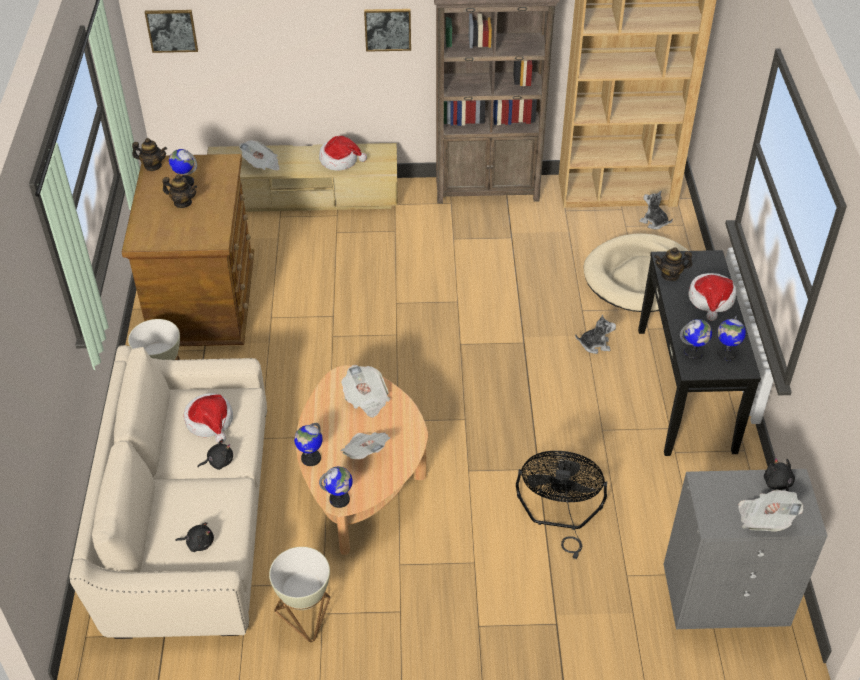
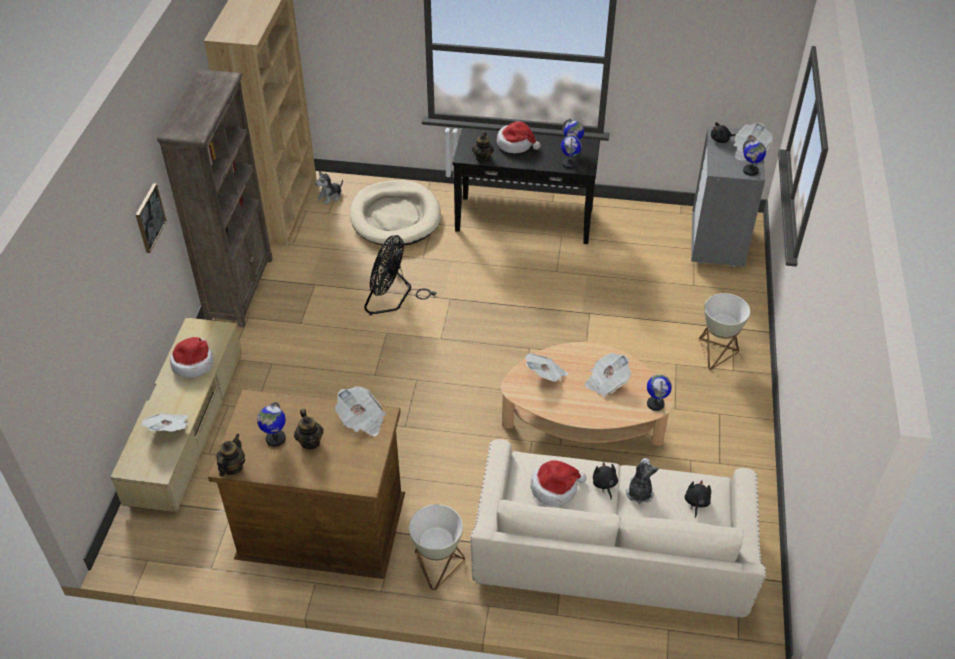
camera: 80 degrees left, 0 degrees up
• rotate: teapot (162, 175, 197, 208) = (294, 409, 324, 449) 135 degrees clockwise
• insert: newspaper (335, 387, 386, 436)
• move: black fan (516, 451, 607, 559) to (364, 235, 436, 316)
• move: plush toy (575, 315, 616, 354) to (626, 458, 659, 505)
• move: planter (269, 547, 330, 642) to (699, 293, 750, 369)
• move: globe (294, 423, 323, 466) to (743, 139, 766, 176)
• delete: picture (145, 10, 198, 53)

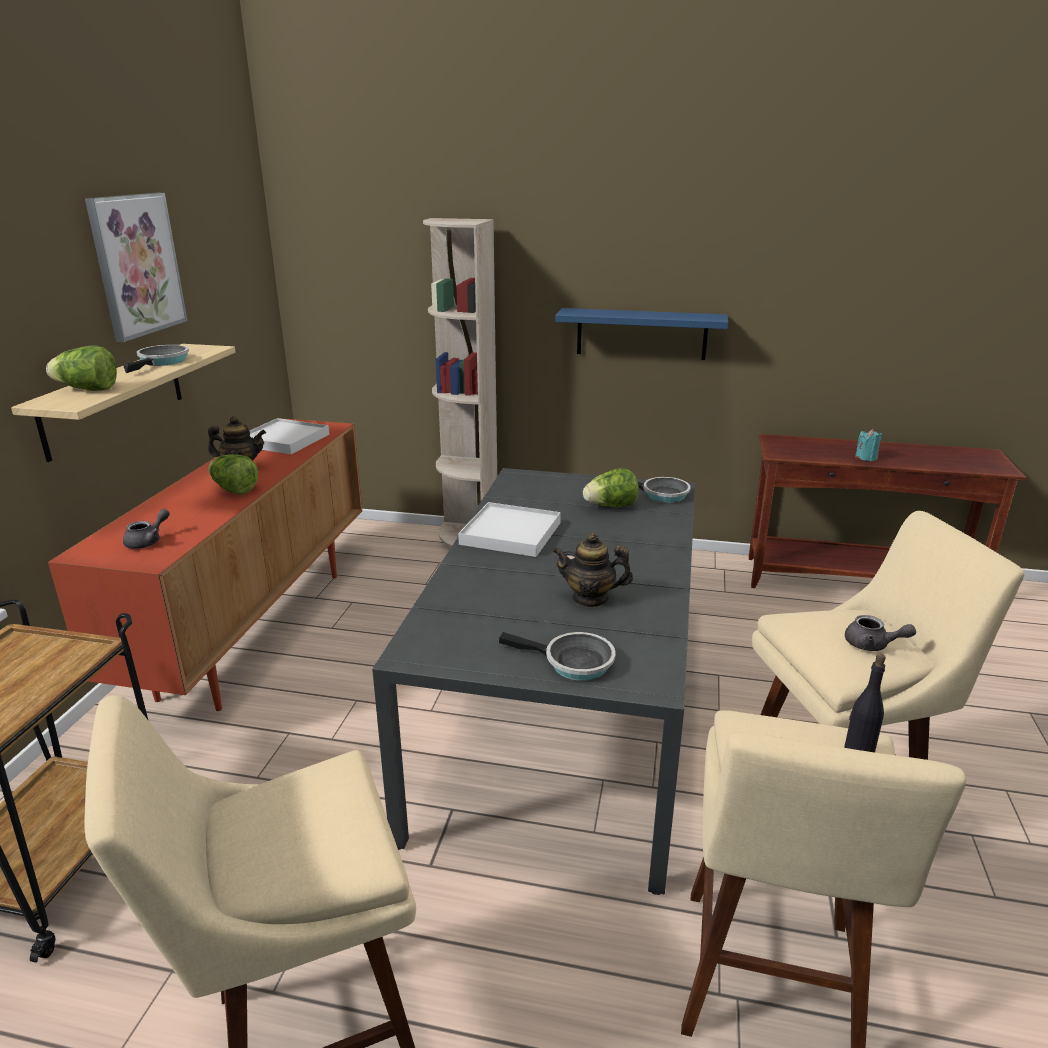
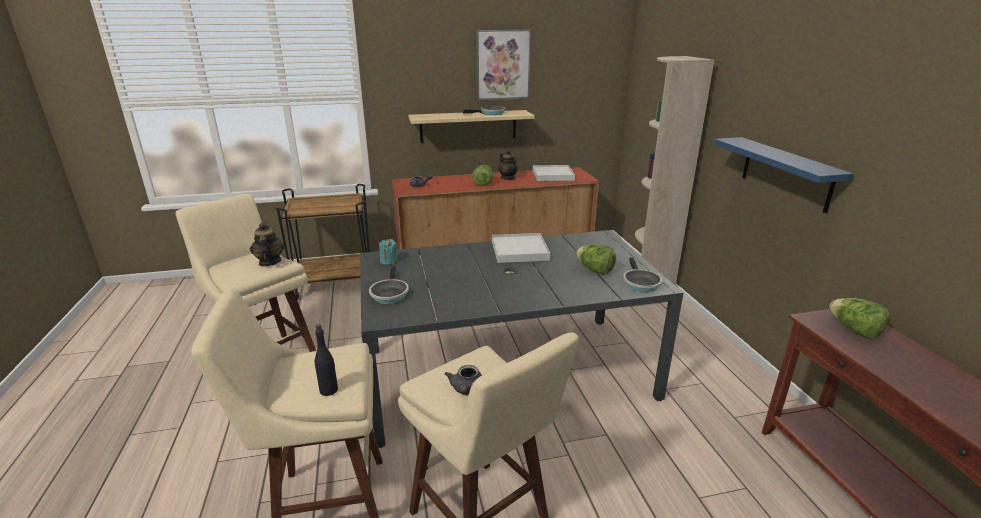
camera: 65 degrees right, 0 degrees up
• move: teapot (552, 533, 633, 608) to (250, 222, 284, 266)
• move: turquoise candle (855, 429, 882, 461) to (379, 239, 398, 265)
• move: lettuce (46, 346, 117, 391) to (829, 298, 890, 339)

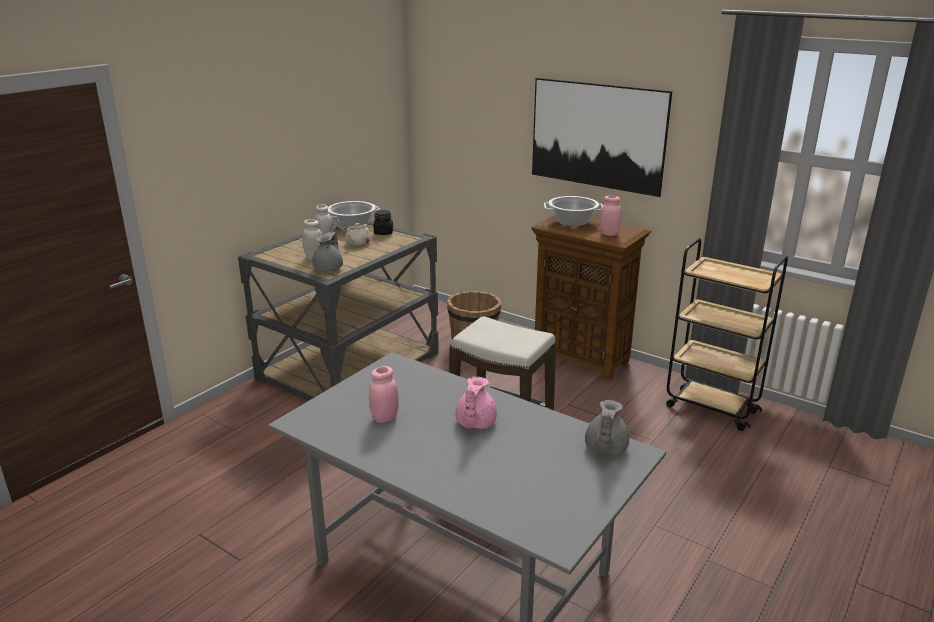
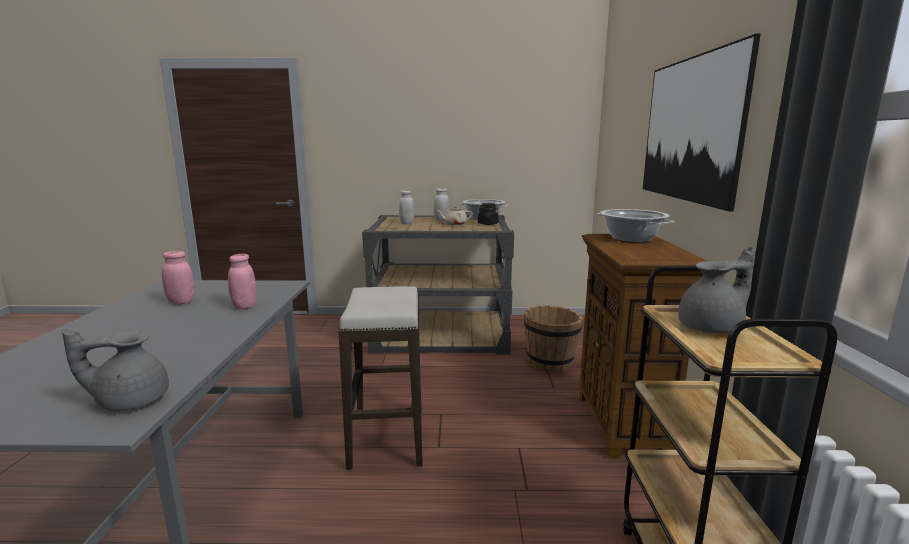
camera: 55 degrees right, 10 degrees down
• move: pink jar (600, 195, 622, 236) to (228, 254, 257, 309)
• move: grey teapot (312, 223, 343, 272) to (678, 246, 756, 333)
• delete: pink teapot (455, 377, 497, 429)

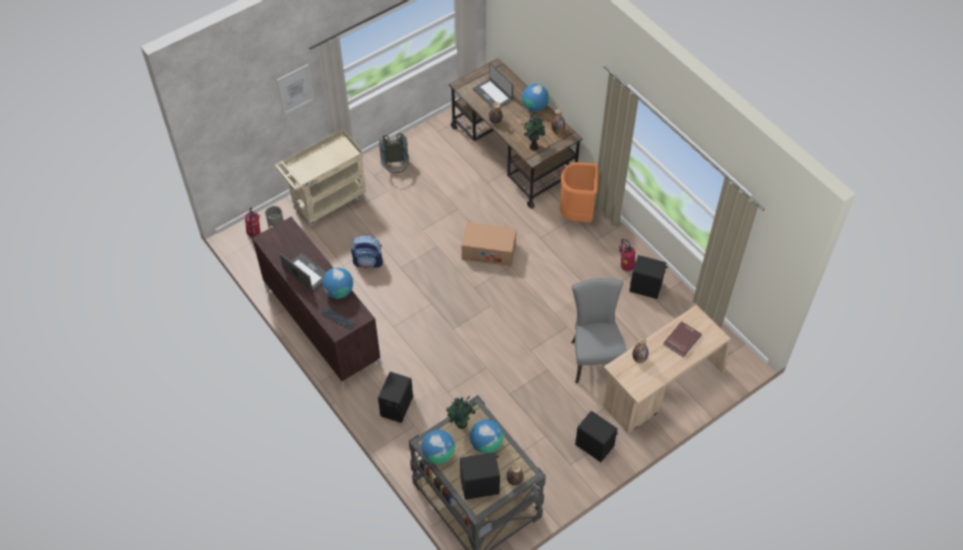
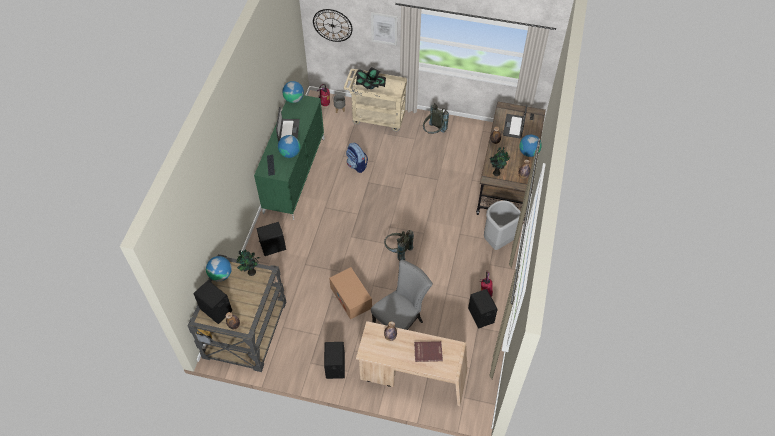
camera: 50 degrees right, 0 degrees up
• recolor: brown dresser (252, 217, 381, 389) to green dresser (254, 95, 325, 220)
• move: globe (470, 419, 503, 454) to (283, 81, 304, 103)
• insert: wall clock (313, 9, 352, 42)
• move: cardboard box (462, 222, 516, 266) to (329, 267, 372, 319)
• insert: potted plant (355, 67, 386, 89)
• insert: grey backpack (384, 230, 414, 261)
• recolor: orange trash can (560, 162, 599, 222) to grey trash can (484, 200, 521, 250)

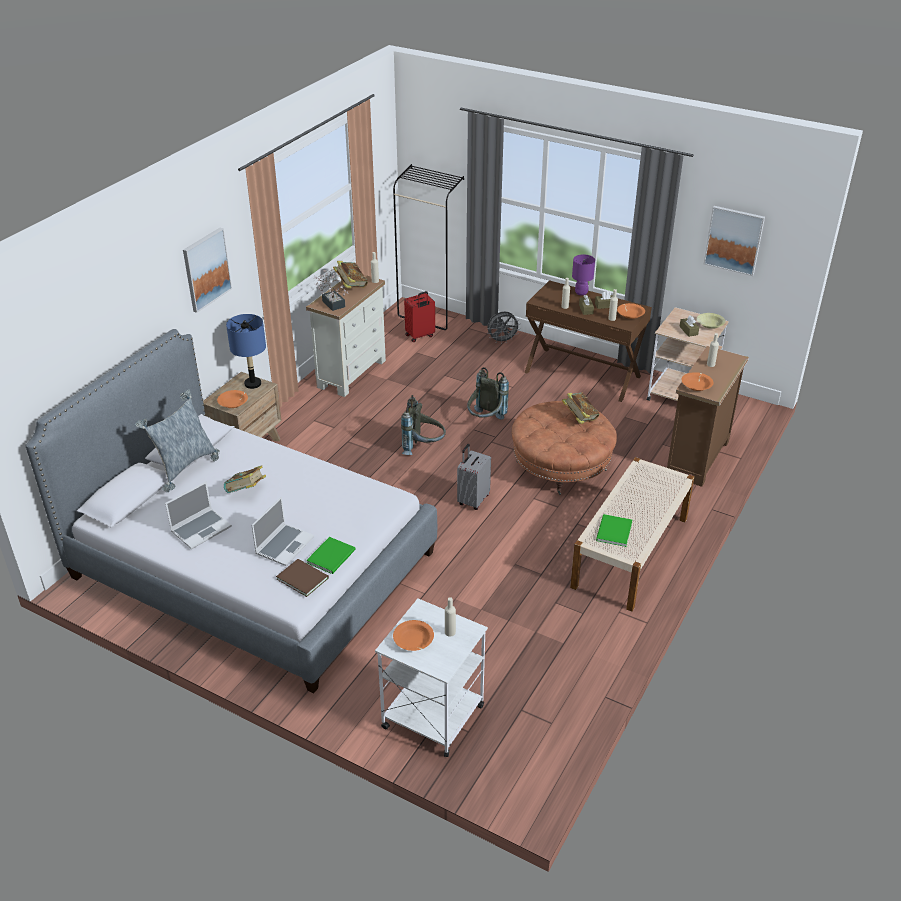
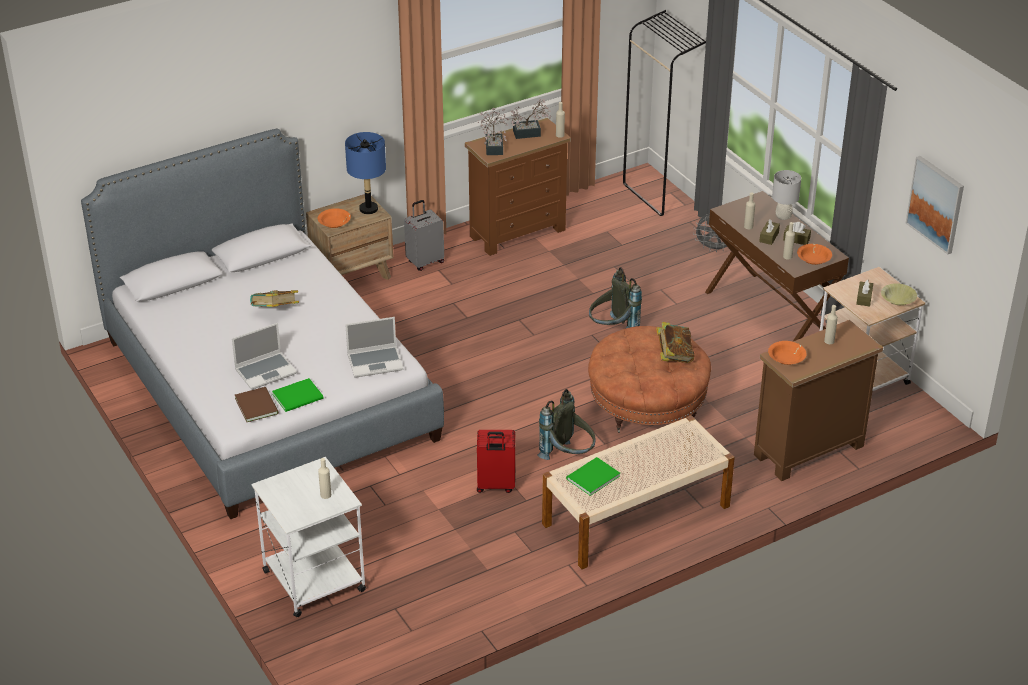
camera: 30 degrees right, 0 degrees up
• move: laptop (165, 482, 232, 549) to (345, 317, 403, 377)
• move: grey suitcase (457, 444, 491, 510) to (404, 200, 444, 271)
• recolor: white dresser (306, 275, 386, 397) to brown dresser (465, 118, 571, 256)
• move: red suitcase (404, 291, 435, 342) to (477, 430, 515, 493)
• replace: book (333, 261, 368, 288) to potted plant (507, 99, 551, 139)
• move: grey backpack (401, 395, 446, 455) to (538, 389, 595, 460)
• recolor: purple table lamp (572, 254, 595, 296) to grey table lamp (772, 170, 801, 220)
• delete: pillow (135, 389, 220, 492)
• delete: picture (183, 228, 232, 313)
• delete: orange bowl (393, 620, 434, 651)

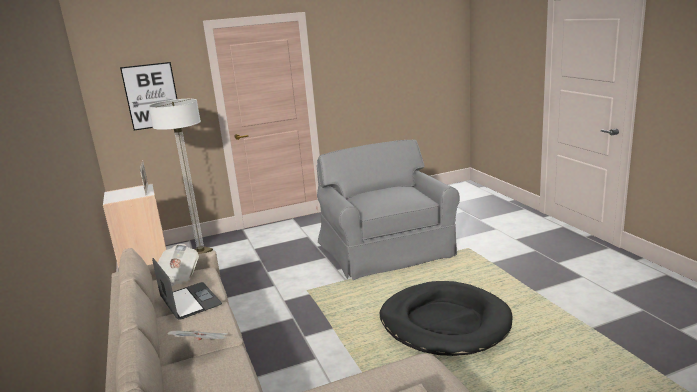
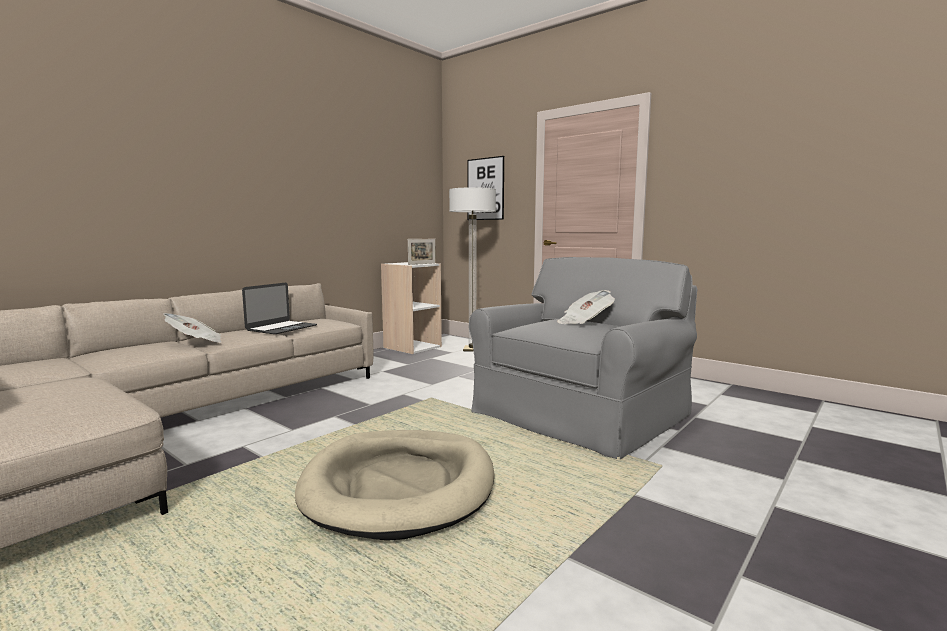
camera: 60 degrees right, 10 degrees down
• recolor: black dog bed (380, 281, 513, 356) to beige dog bed (295, 430, 494, 541)
• move: newspaper (158, 244, 199, 286) to (557, 290, 615, 324)

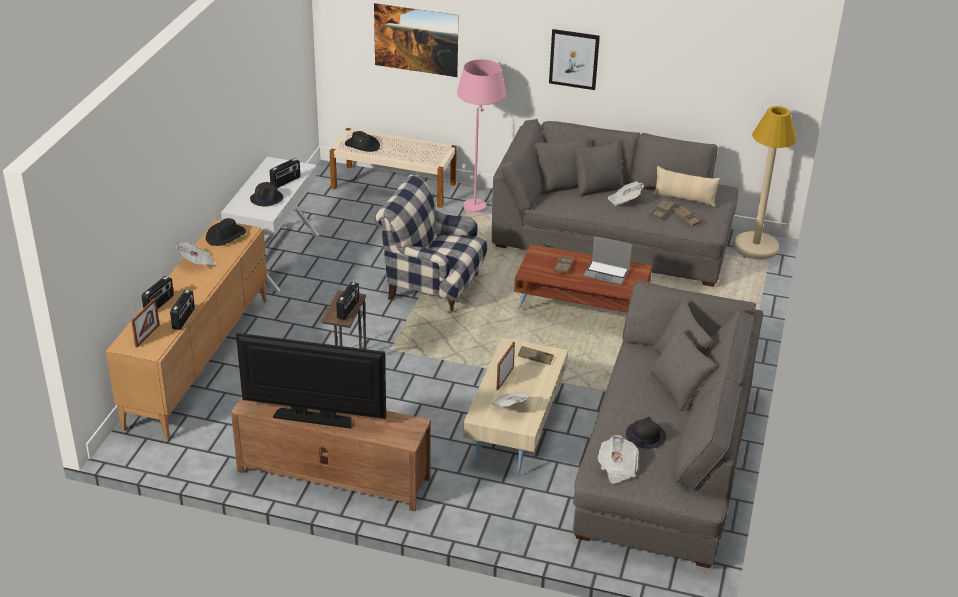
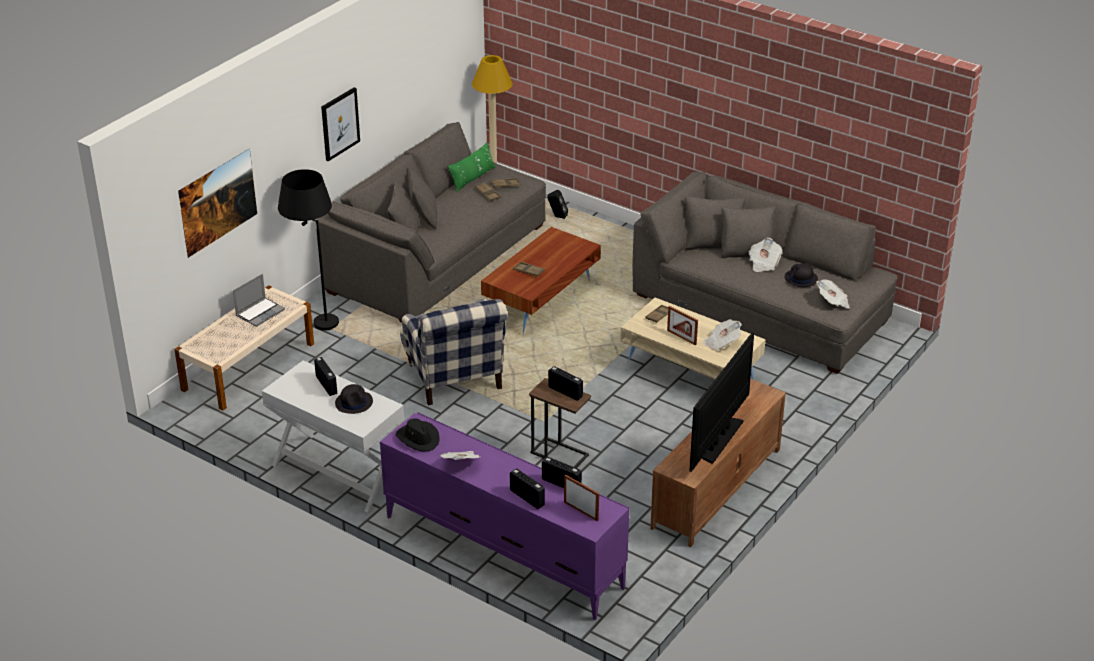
camera: 70 degrees left, 0 degrees up
• move: laptop (584, 236, 632, 285) to (233, 274, 285, 327)
• recolor: pink floor lamp (457, 59, 506, 212) to black floor lamp (278, 169, 339, 331)
• recolor: brown cabinet (106, 220, 267, 440) to purple cabinet (380, 412, 629, 620)
• rotate: armchair (375, 175, 488, 313) = (400, 299, 508, 405) 60 degrees counterclockwise
• recolor: beige pillow (653, 166, 720, 207) to green pillow (447, 142, 496, 192)
• insert: black speaker (547, 190, 568, 219)
• move: newspaper (608, 181, 644, 206) to (748, 238, 783, 272)
• delete: black hat (345, 131, 380, 152)

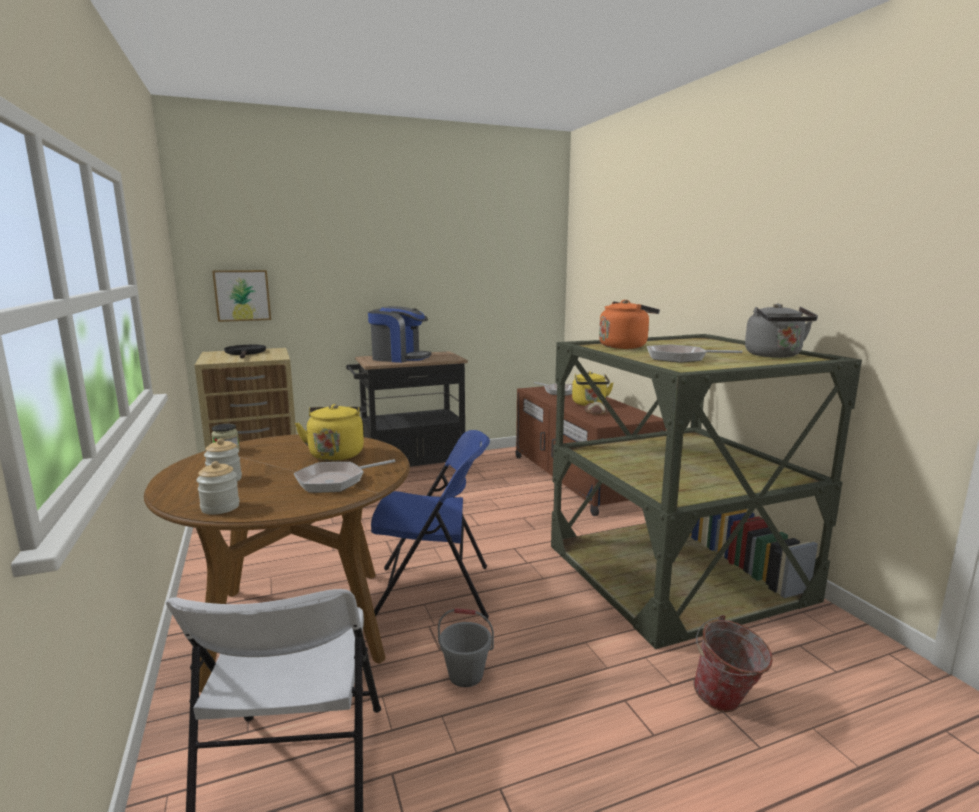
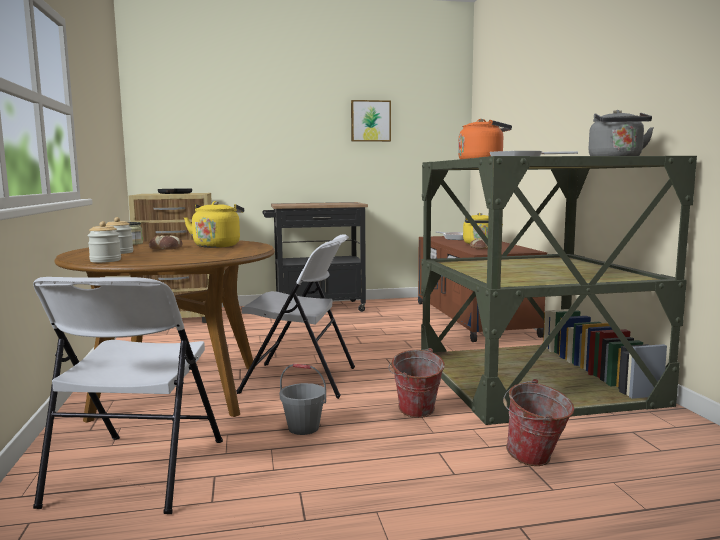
camera: 10 degrees right, 5 degrees down
• insert: bread (149, 235, 183, 250)
• recolor: blue chair (371, 430, 490, 620) to white chair (237, 234, 355, 399)
• move: picture (212, 270, 271, 322) to (351, 100, 391, 142)
• insert: bucket (388, 348, 445, 418)
• delete: frying pan (294, 459, 396, 493)
• delete: coffee machine (368, 306, 431, 363)

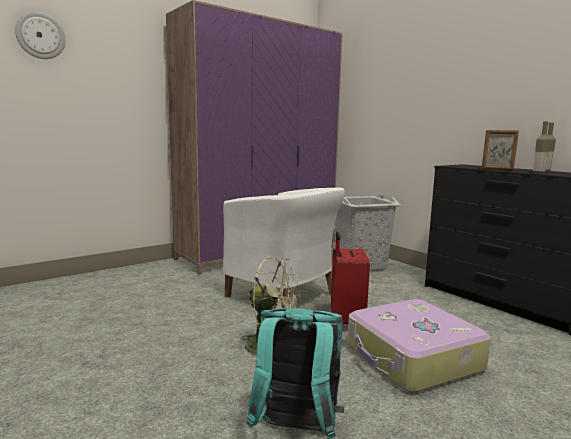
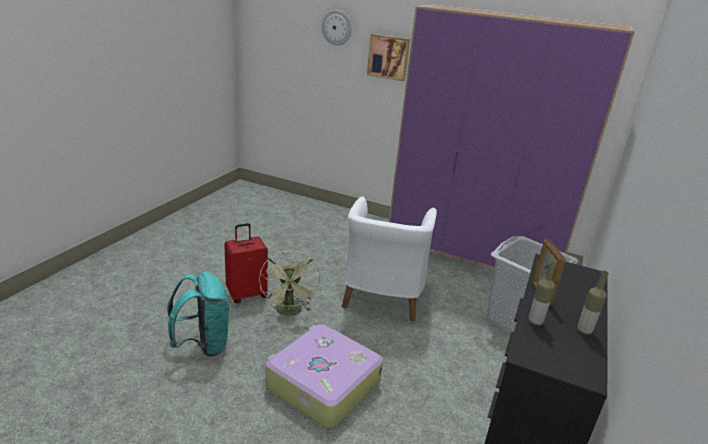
camera: 60 degrees right, 15 degrees up
• move: red suitcase (331, 232, 370, 324) to (224, 223, 268, 303)
• insert: picture (367, 34, 410, 81)

